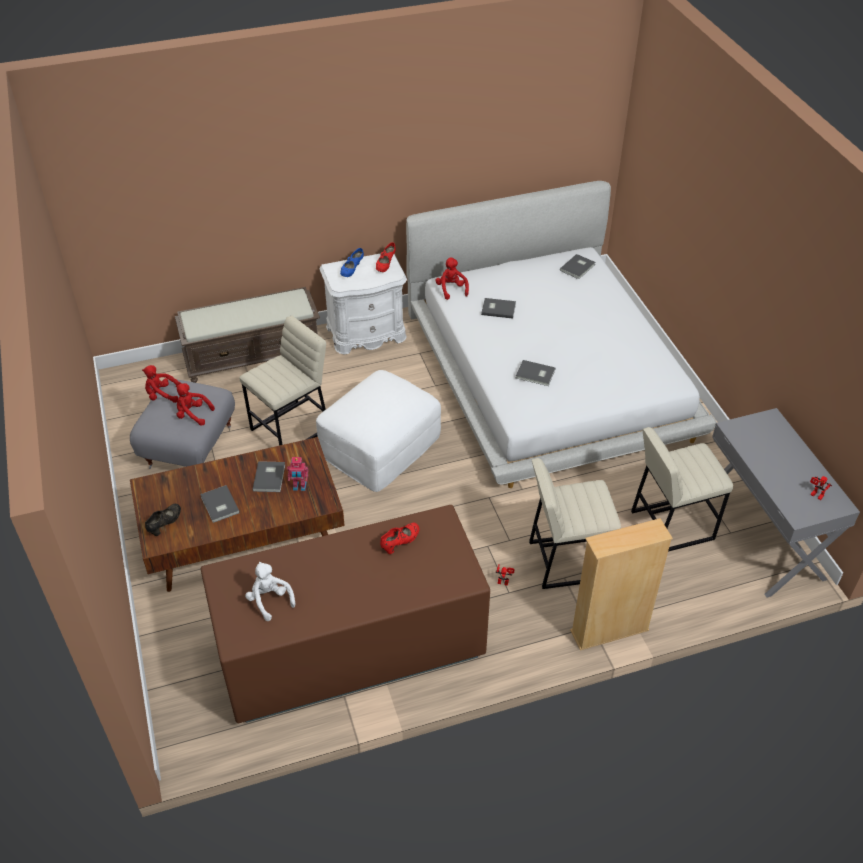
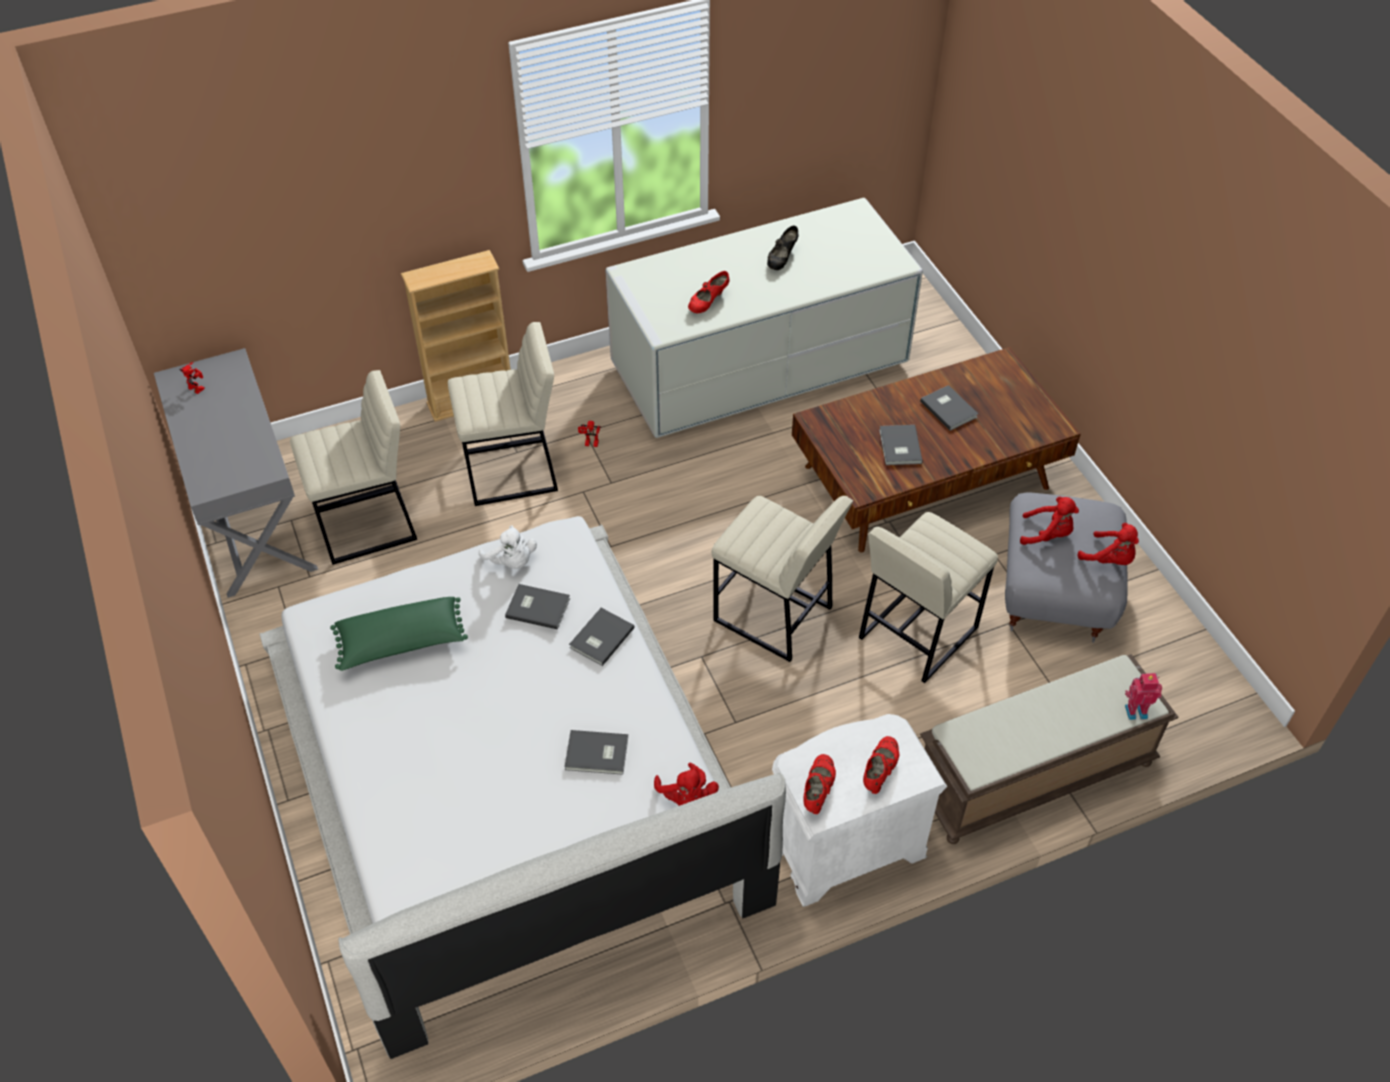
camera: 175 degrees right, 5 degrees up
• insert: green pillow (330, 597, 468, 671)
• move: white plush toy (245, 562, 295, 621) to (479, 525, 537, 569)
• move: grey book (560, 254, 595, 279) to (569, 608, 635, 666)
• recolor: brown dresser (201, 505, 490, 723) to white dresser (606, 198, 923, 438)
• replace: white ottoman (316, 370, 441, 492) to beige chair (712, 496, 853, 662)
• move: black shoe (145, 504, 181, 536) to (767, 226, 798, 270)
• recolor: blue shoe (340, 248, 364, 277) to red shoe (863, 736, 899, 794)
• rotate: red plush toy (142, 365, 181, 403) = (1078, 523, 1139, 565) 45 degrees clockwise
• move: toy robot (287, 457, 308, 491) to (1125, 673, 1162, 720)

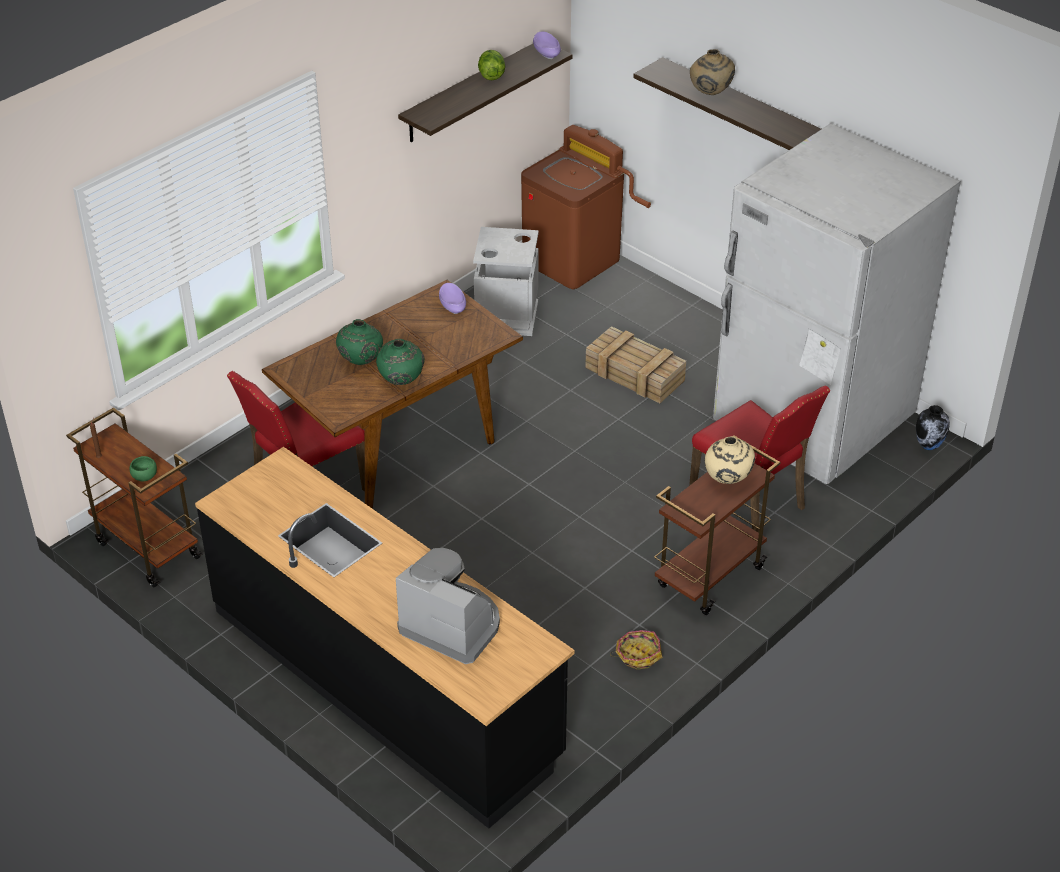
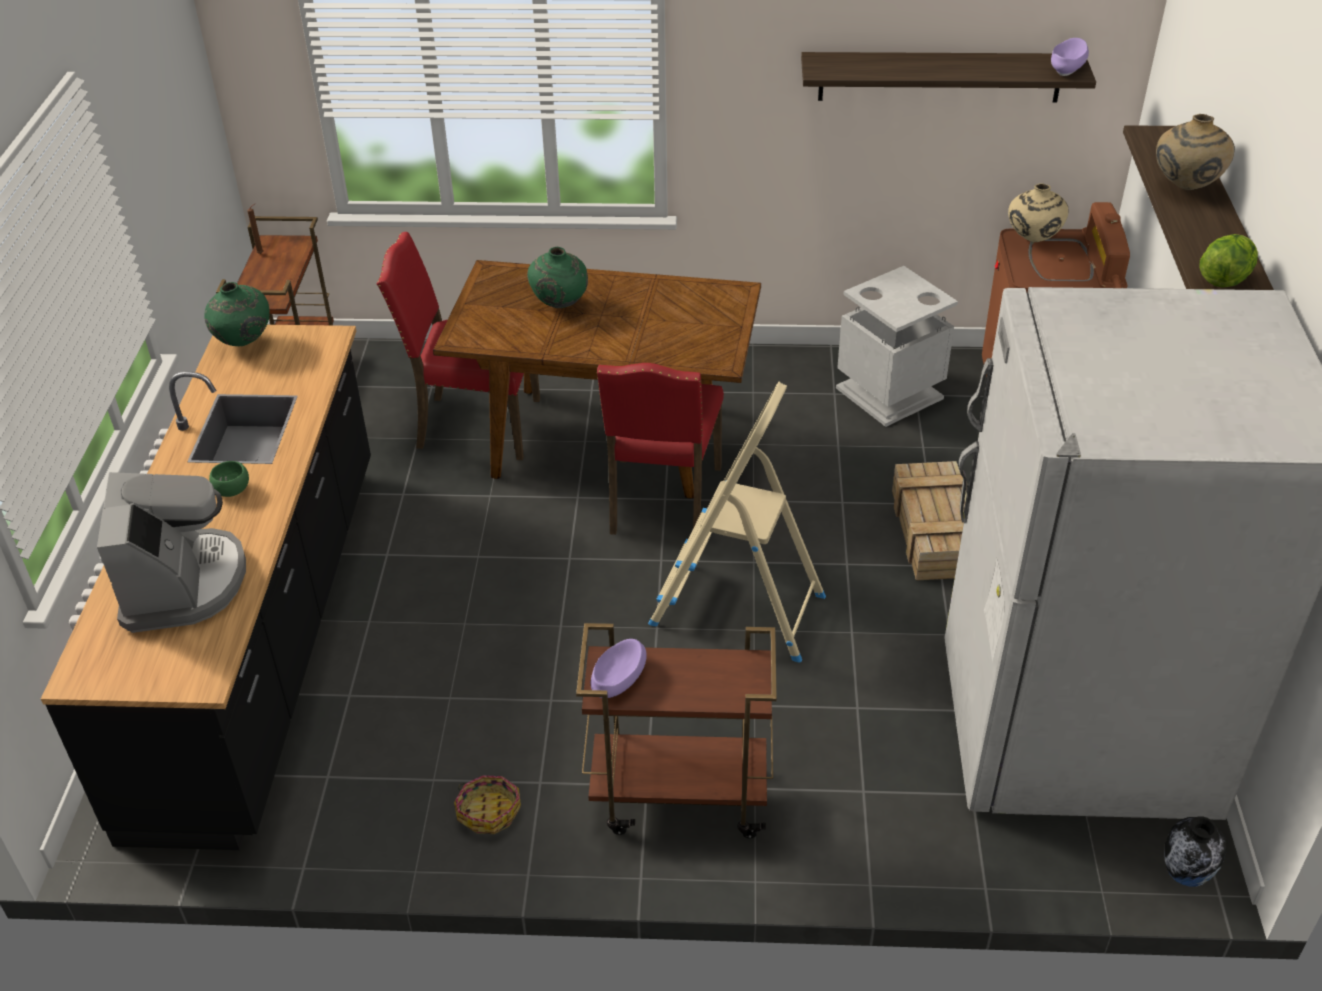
camera: 50 degrees right, 0 degrees up
• move: green vase (376, 339, 424, 385) to (204, 282, 270, 346)
• move: green bowl (130, 456, 157, 482) to (209, 461, 249, 497)
• move: purple bowl (439, 283, 466, 314) to (591, 639, 647, 698)
• move: red chair (689, 385, 830, 533) to (597, 363, 724, 535)
• insert: beige step ladder (648, 382, 826, 662)
• move: beige vase (704, 436, 755, 484) to (1008, 183, 1068, 242)
• move: lettuce (478, 50, 505, 80) to (1199, 234, 1258, 288)

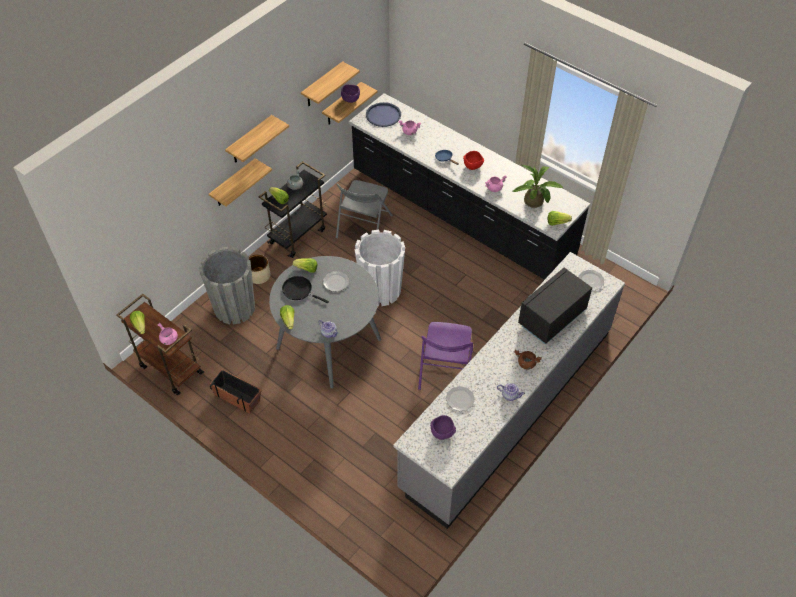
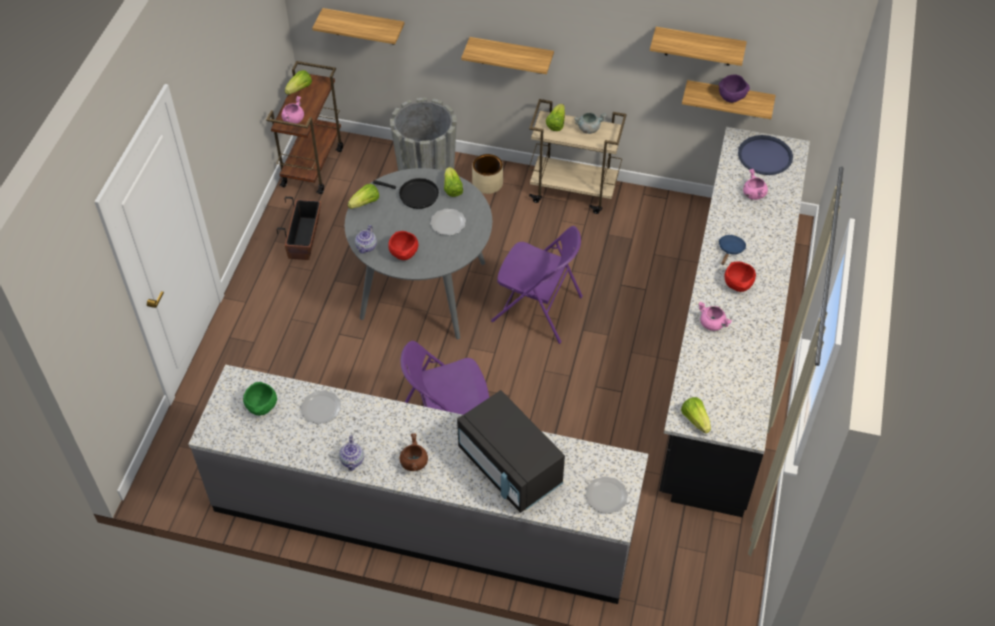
camera: 65 degrees right, 0 degrees up
• recolor: purple bowl (430, 415, 456, 440) to green bowl (243, 382, 277, 416)
• move: shelf (225, 115, 289, 163) to (312, 8, 404, 45)
• rotate: black frying pan (282, 276, 329, 303) = (373, 178, 439, 209) 105 degrees clockwise
• insert: red bowl (388, 231, 418, 260)
• rotate: black microwave (518, 267, 592, 345) = (457, 390, 565, 513) 150 degrees counterclockwise
• replace: white planter (354, 229, 405, 306) to purple chair (491, 226, 583, 344)
• recolor: black cart (258, 161, 327, 258) to beige cart (528, 99, 627, 214)
• delete: grey chair (336, 180, 393, 238)
• delete: potted plant (513, 165, 564, 208)

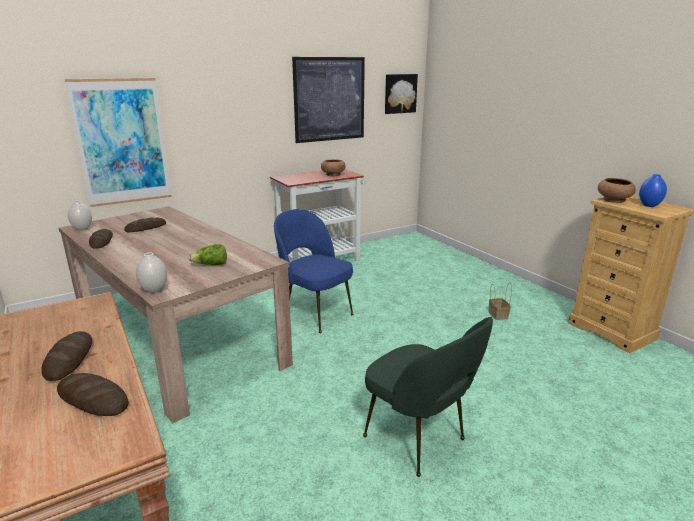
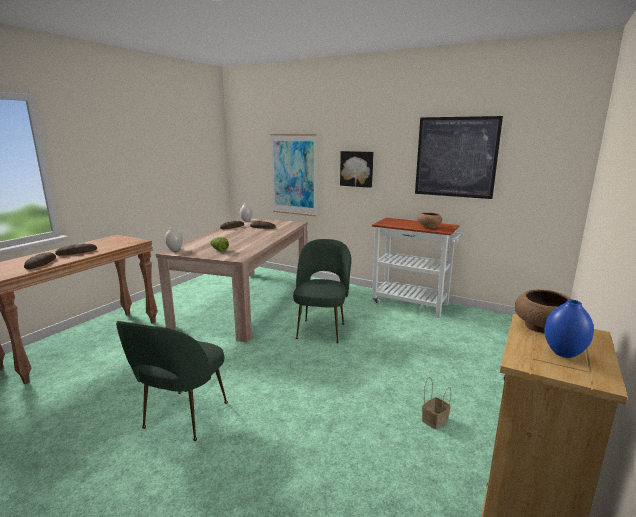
camera: 60 degrees right, 5 degrees down
• recolor: blue chair (274, 209, 354, 333) to green chair (293, 239, 351, 343)
• move: picture (385, 74, 418, 114) to (340, 151, 374, 188)

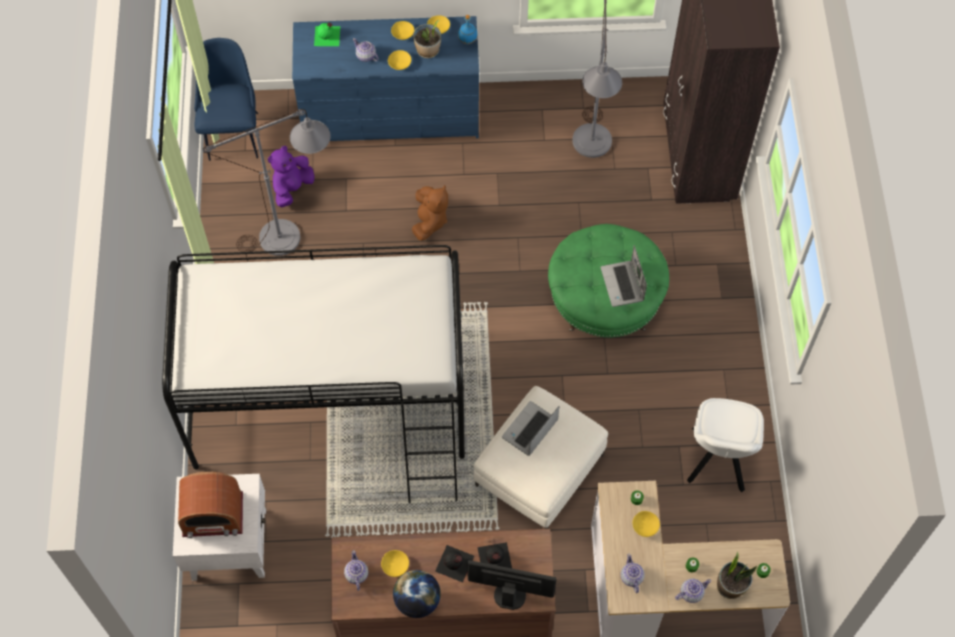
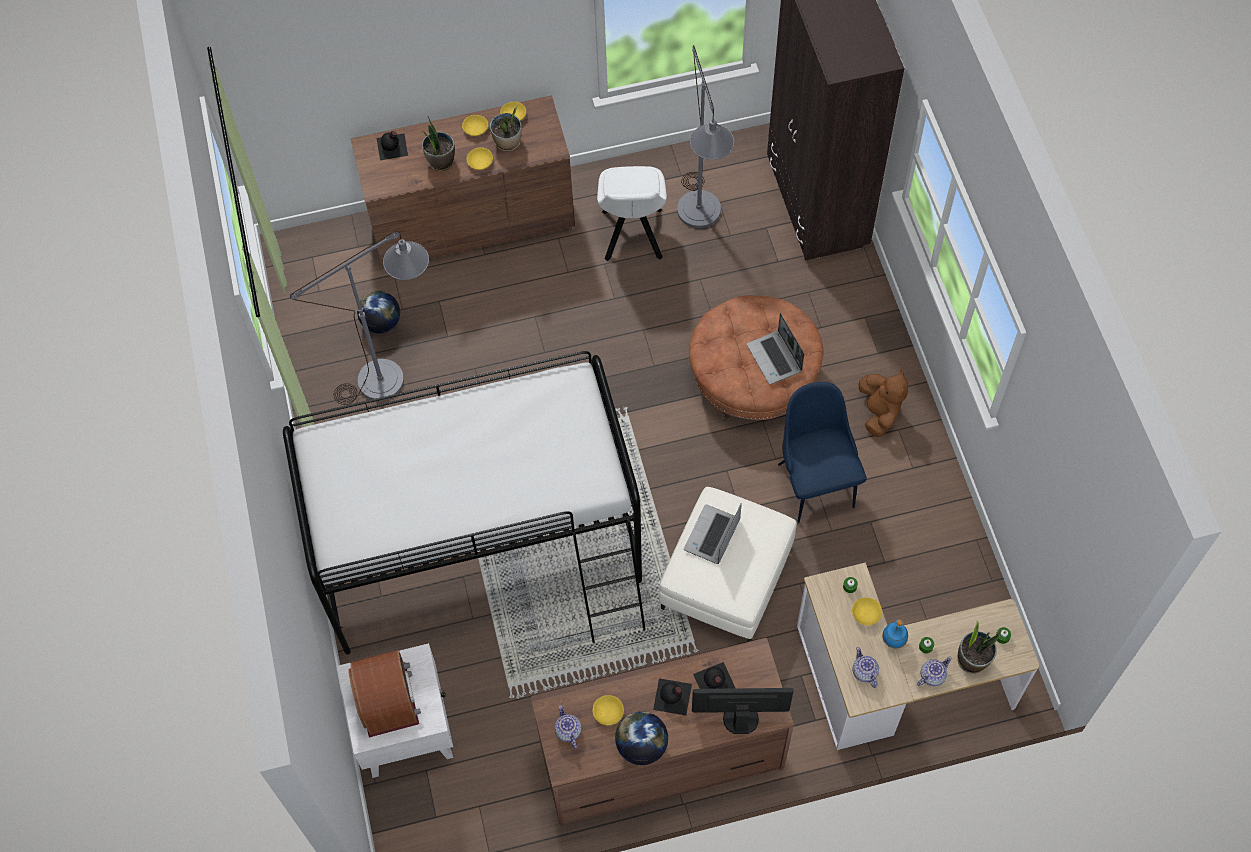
camera: 10 degrees left, 0 degrees up
• rotate: radio (178, 472, 243, 538) = (348, 650, 421, 737) 90 degrees counterclockwise
• recolor: blue dresser (292, 16, 479, 141) to brown dresser (351, 96, 575, 272)
• replace: purple plush toy (268, 146, 315, 207) to globe (357, 291, 400, 333)
• recolor: green bottle (314, 22, 340, 46) to black bottle (377, 131, 408, 160)
• replace: teapot (353, 38, 379, 62) to potted plant (422, 117, 455, 171)
• move: white chair (687, 398, 764, 492) to (597, 166, 667, 261)
• recolor: green ottoman (548, 224, 669, 337) to brown ottoman (689, 295, 824, 421)
• move: blue chair (194, 38, 258, 161) to (778, 382, 867, 523)
• move: brown plush toy (412, 185, 448, 241) to (859, 370, 908, 437)
• move: blue bottle (458, 15, 478, 45) to (882, 619, 908, 648)

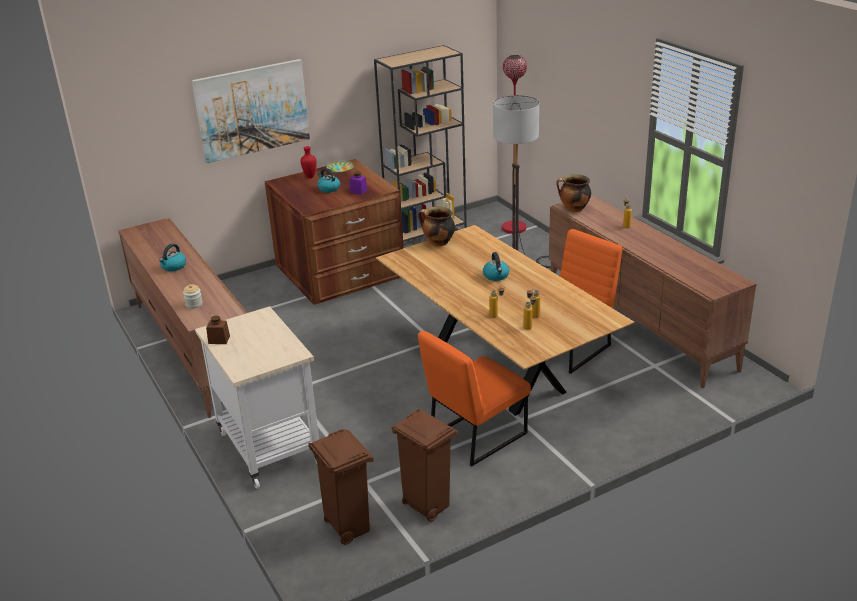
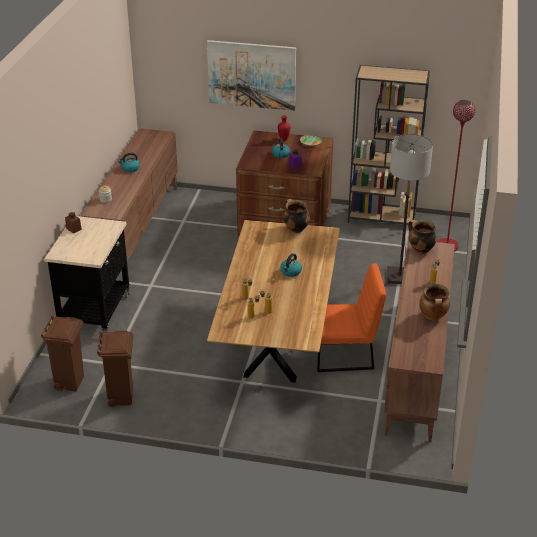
camera: 40 degrees right, 5 degrees up
• recolor: white cart (195, 306, 319, 489) to black cart (44, 216, 130, 332)
• insert: cooking pot (419, 284, 450, 321)
• delete: orange chair (418, 331, 531, 467)

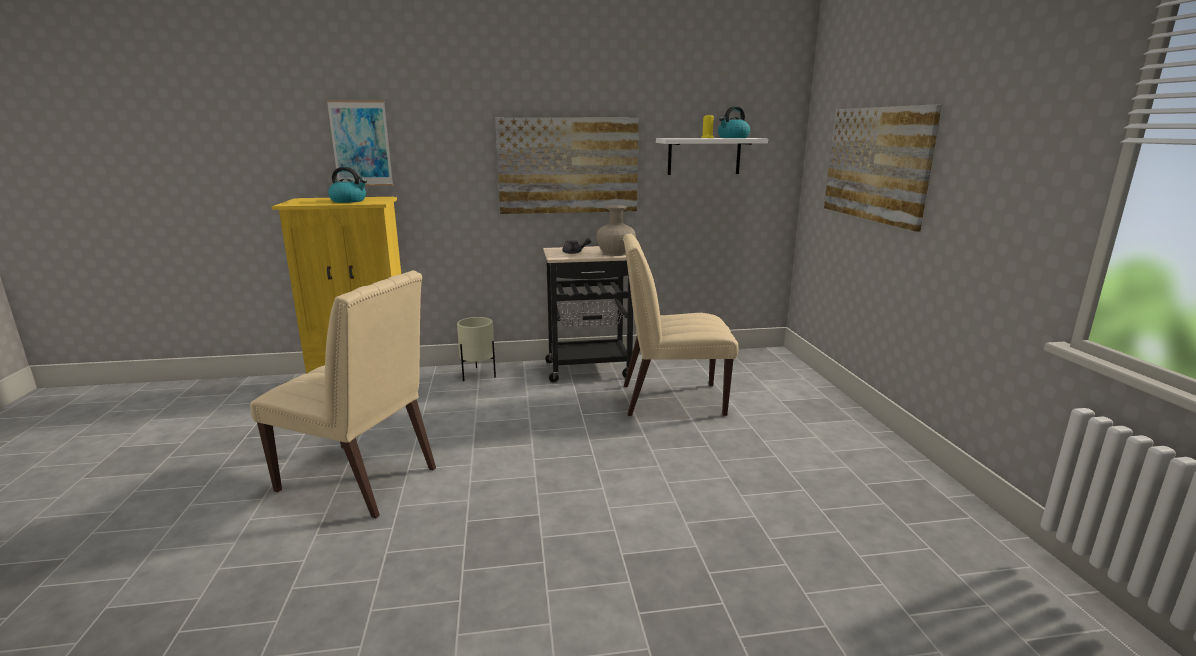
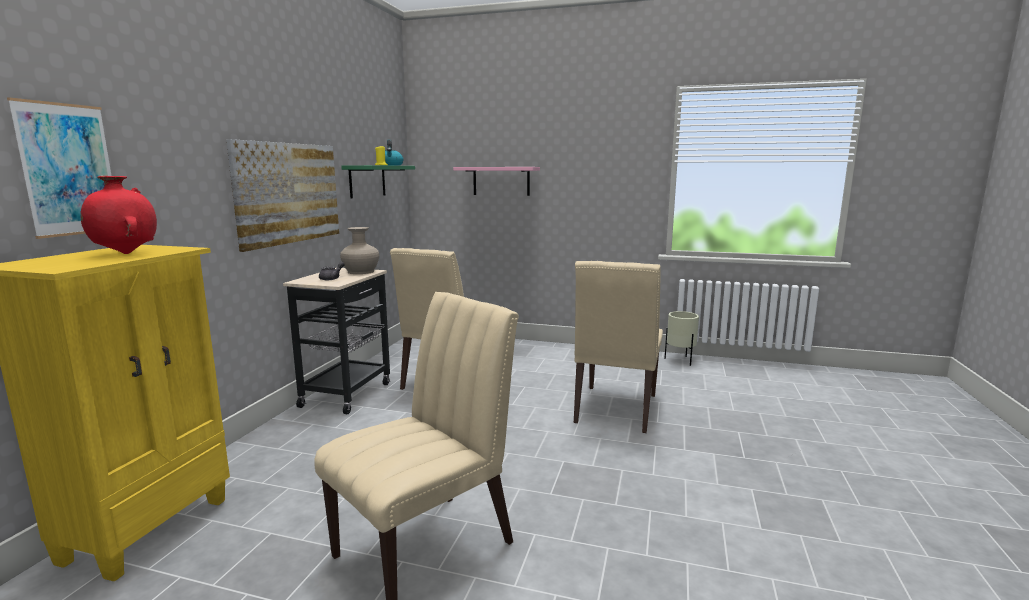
camera: 65 degrees left, 5 degrees down
• replace: kettle (328, 167, 367, 203) to red vase (80, 176, 157, 254)
• recolor: white shelf (656, 138, 768, 175) to green shelf (341, 165, 415, 198)
• replace: picture (824, 104, 942, 231) to pink shelf (453, 167, 540, 196)
• insert: beige chair (574, 261, 663, 433)
• move: beige planter (457, 317, 496, 381) to (664, 311, 699, 366)

